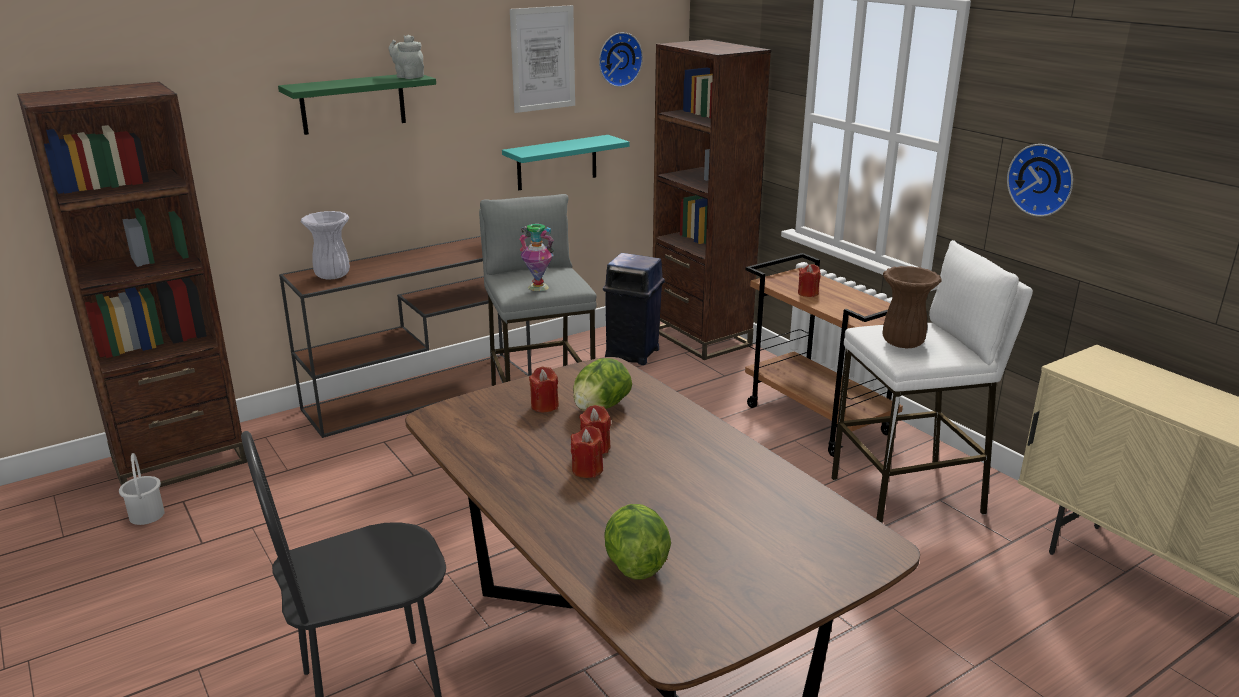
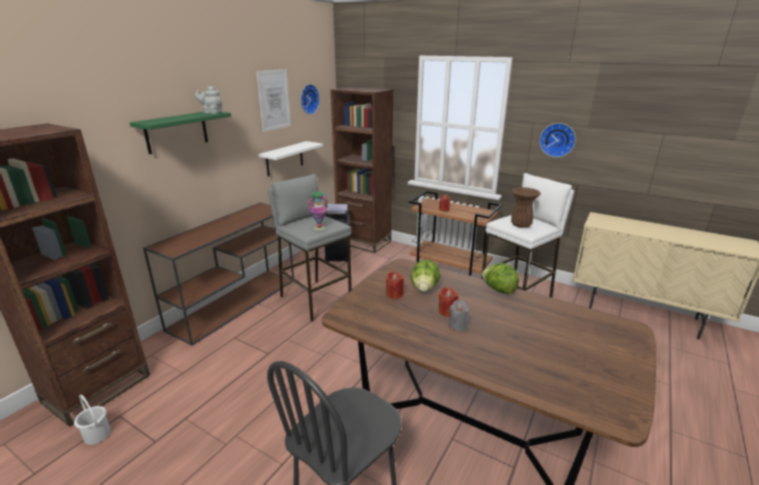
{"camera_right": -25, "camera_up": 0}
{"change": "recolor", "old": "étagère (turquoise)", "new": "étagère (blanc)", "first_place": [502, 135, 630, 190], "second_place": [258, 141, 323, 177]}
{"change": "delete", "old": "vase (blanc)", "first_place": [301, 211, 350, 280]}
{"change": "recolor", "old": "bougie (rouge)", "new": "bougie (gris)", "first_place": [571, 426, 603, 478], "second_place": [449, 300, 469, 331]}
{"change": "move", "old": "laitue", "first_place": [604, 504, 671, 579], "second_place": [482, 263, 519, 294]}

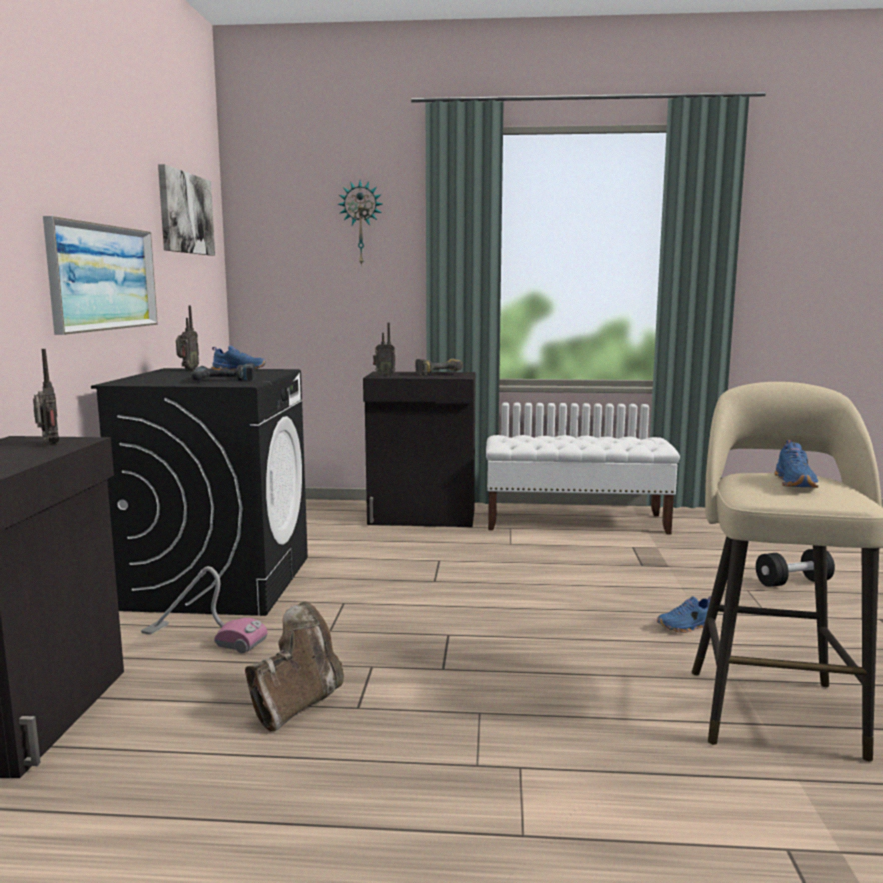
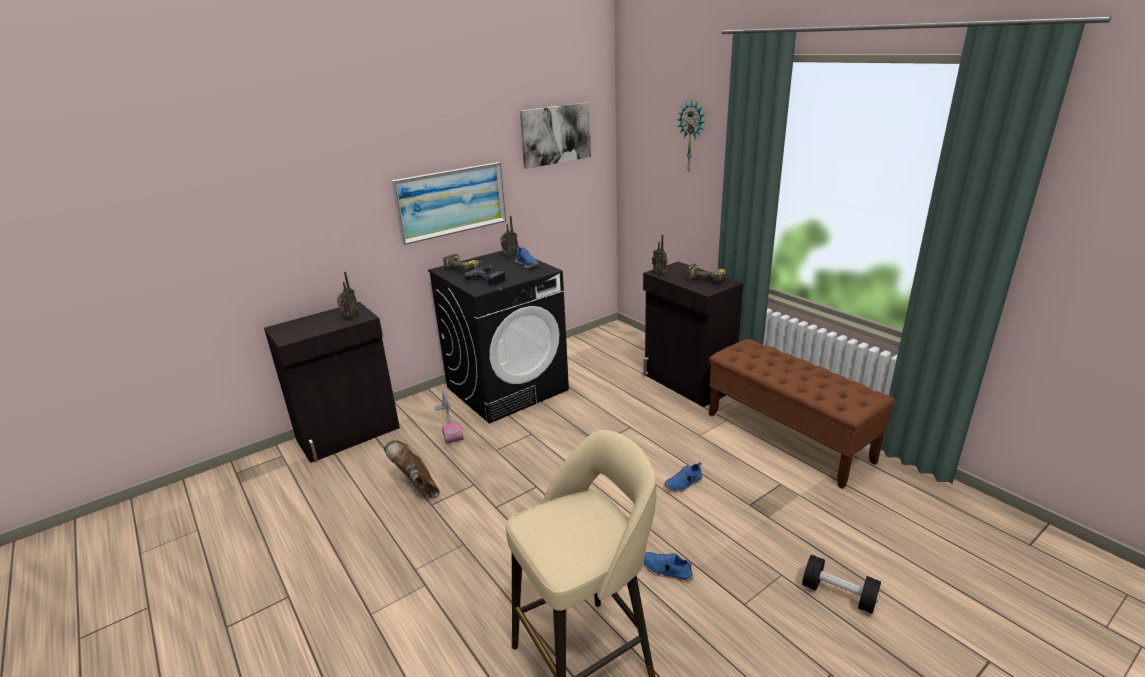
{"camera_right": 50, "camera_up": 15}
{"change": "recolor", "old": "banc (blanc)", "new": "banc (marron)", "first_place": [486, 435, 680, 534], "second_place": [709, 339, 895, 489]}
{"change": "move", "old": "chaussure (bleu)", "first_place": [774, 440, 819, 488], "second_place": [664, 462, 702, 492]}
{"change": "rotate", "old": "botte (marron)", "first_place": [245, 601, 344, 732], "second_place": [384, 440, 440, 498], "degrees": -120}
{"change": "insert", "new": "perceuse", "second_place": [443, 254, 484, 272]}

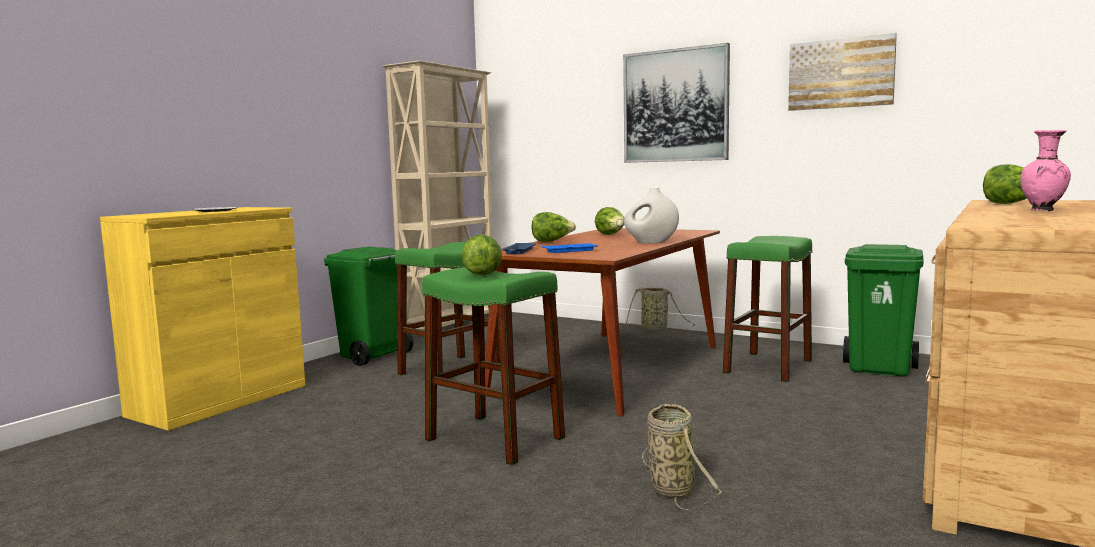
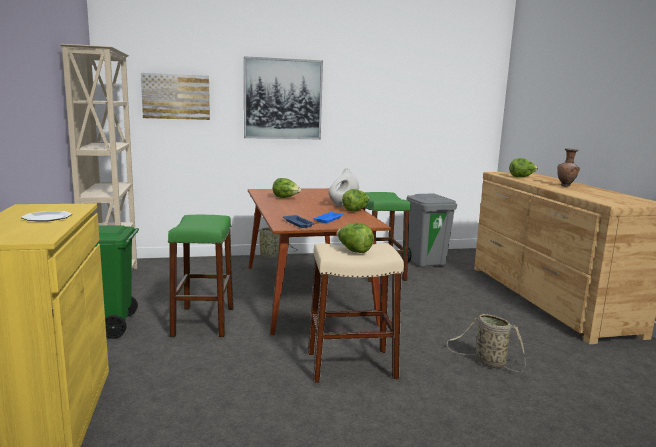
{"camera_right": -45, "camera_up": 5}
{"change": "move", "old": "tableau", "first_place": [788, 33, 897, 111], "second_place": [141, 73, 210, 120]}
{"change": "recolor", "old": "vase (rose)", "new": "vase (marron)", "first_place": [1021, 130, 1071, 211], "second_place": [557, 148, 580, 186]}
{"change": "move", "old": "laitue", "first_place": [531, 212, 576, 242], "second_place": [342, 189, 369, 212]}
{"change": "recolor", "old": "poubelle (vert)", "new": "poubelle (gris)", "first_place": [843, 244, 924, 376], "second_place": [402, 193, 457, 267]}
{"change": "recolor", "old": "tabouret (vert)", "new": "tabouret (beige)", "first_place": [422, 267, 565, 465], "second_place": [308, 243, 404, 383]}

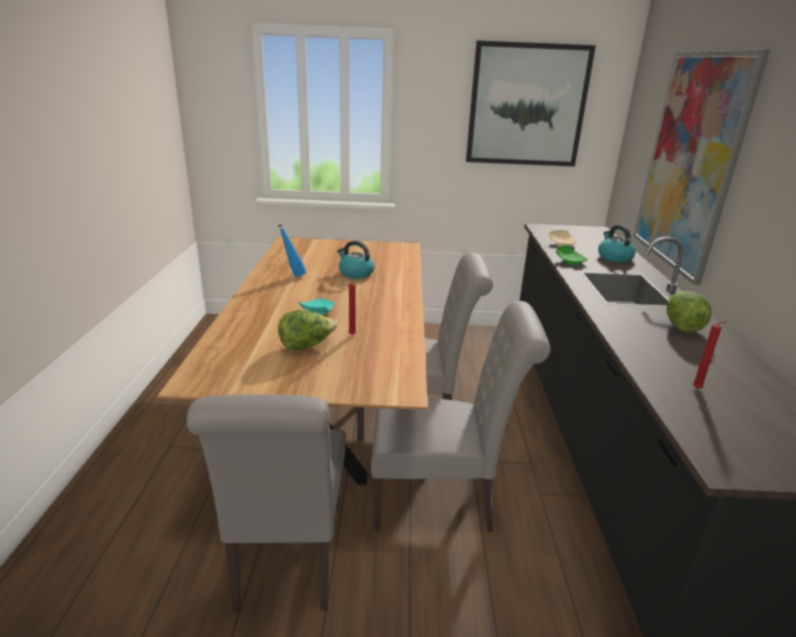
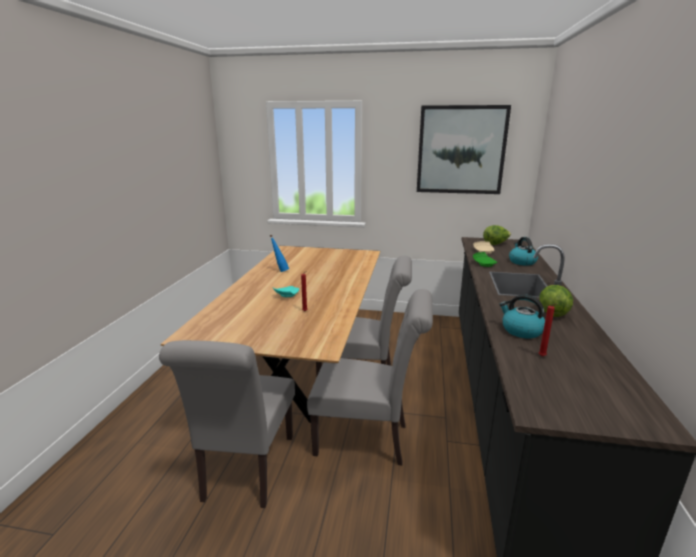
{"camera_right": 10, "camera_up": -5}
{"change": "delete", "old": "tableau", "first_place": [634, 49, 770, 285]}
{"change": "move", "old": "bouilloire", "first_place": [337, 241, 375, 279], "second_place": [499, 294, 545, 338]}
{"change": "move", "old": "laitue", "first_place": [278, 310, 337, 351], "second_place": [483, 225, 511, 245]}

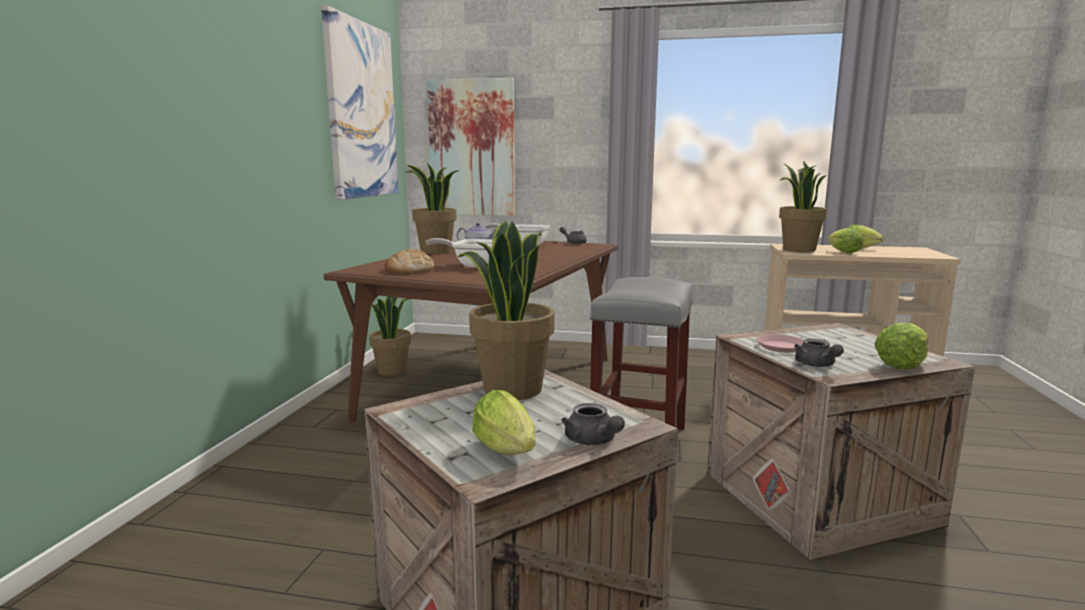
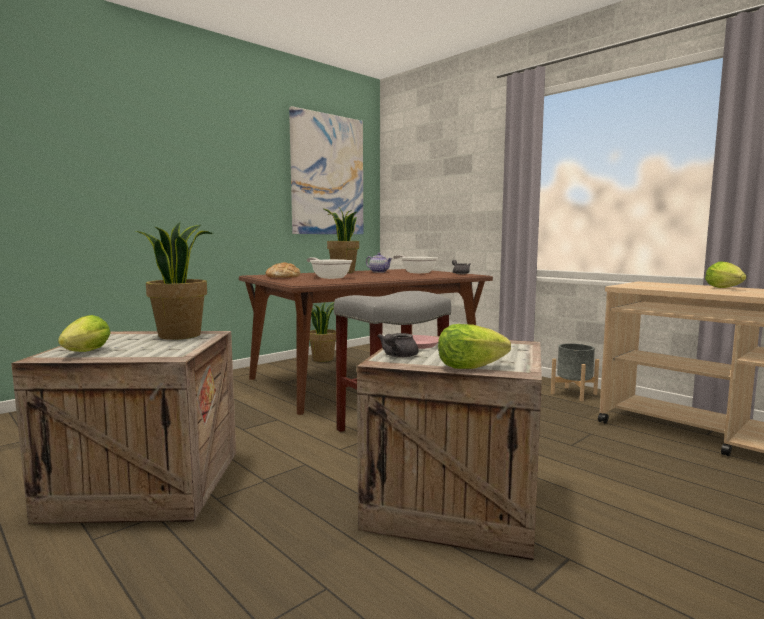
{"camera_right": 35, "camera_up": -5}
{"change": "delete", "old": "tableau", "first_place": [427, 78, 515, 216]}
{"change": "delete", "old": "plante en pot", "first_place": [779, 161, 827, 252]}
{"change": "delete", "old": "laitue", "first_place": [827, 228, 863, 254]}
{"change": "delete", "old": "théière (gris)", "first_place": [561, 403, 625, 445]}
{"change": "insert", "new": "cache-pot (gris)", "second_place": [551, 343, 599, 401]}

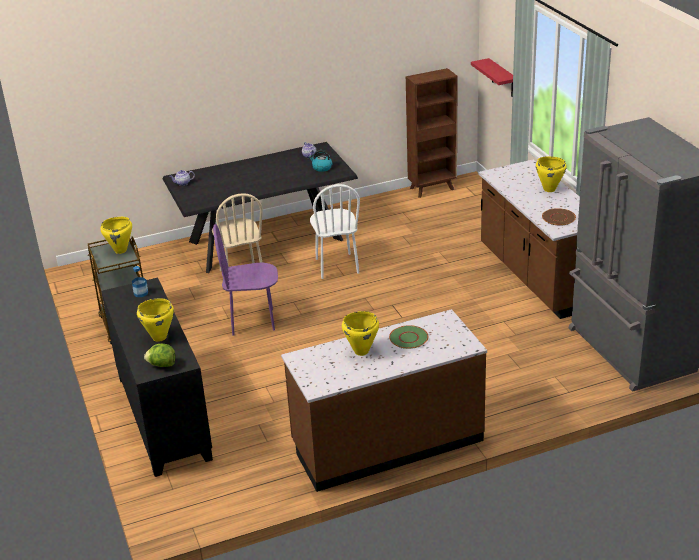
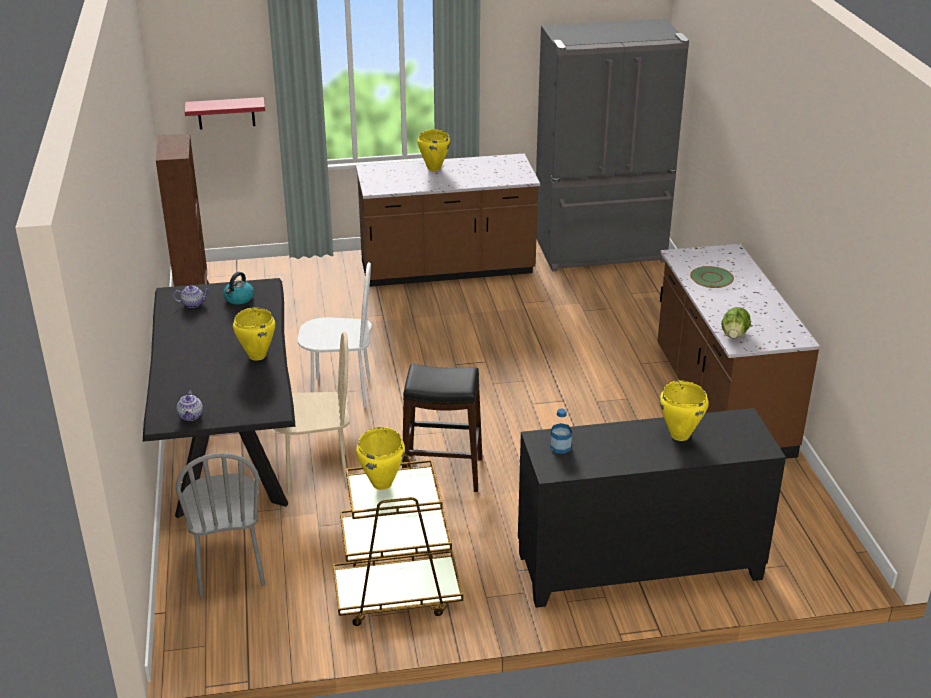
{"camera_right": -80, "camera_up": 0}
{"change": "delete", "old": "assiette (marron)", "first_place": [542, 208, 576, 226]}
{"change": "replace", "old": "chaise (violet)", "new": "tabouret (noir)", "first_place": [213, 224, 278, 336], "second_place": [402, 364, 483, 492]}
{"change": "move", "old": "marmite (jaune)", "first_place": [342, 311, 379, 356], "second_place": [233, 307, 275, 361]}
{"change": "move", "old": "laitue", "first_place": [144, 344, 176, 367], "second_place": [721, 307, 751, 339]}
{"change": "insert", "new": "chaise (gris)", "second_place": [176, 453, 265, 596]}

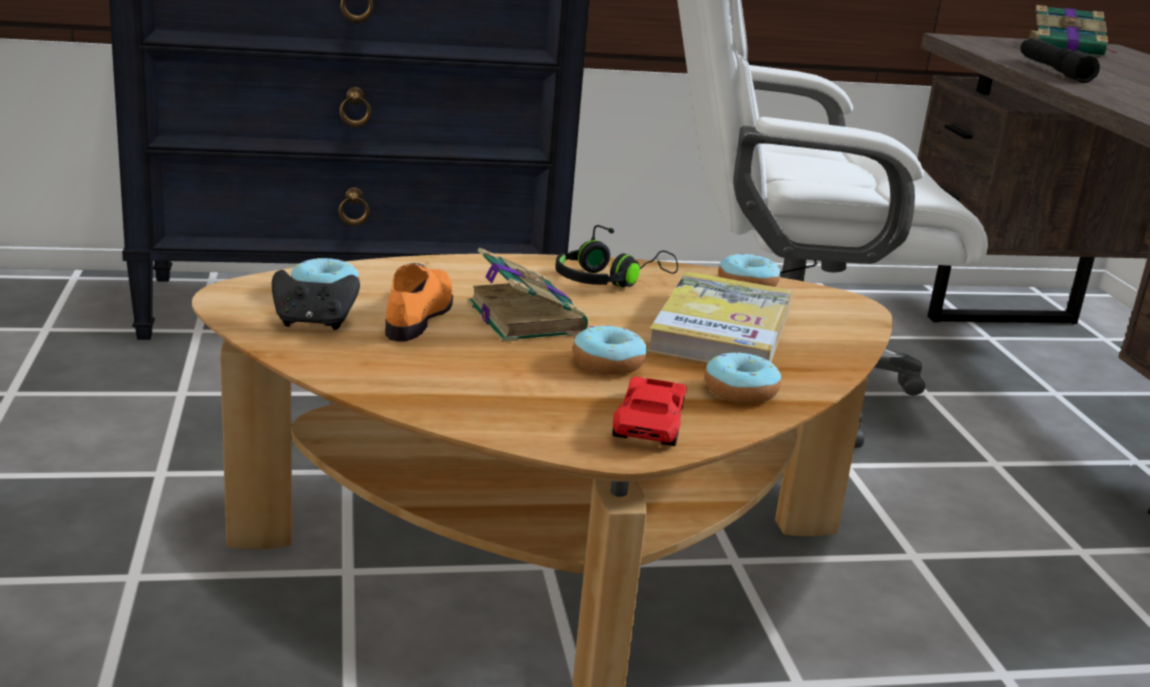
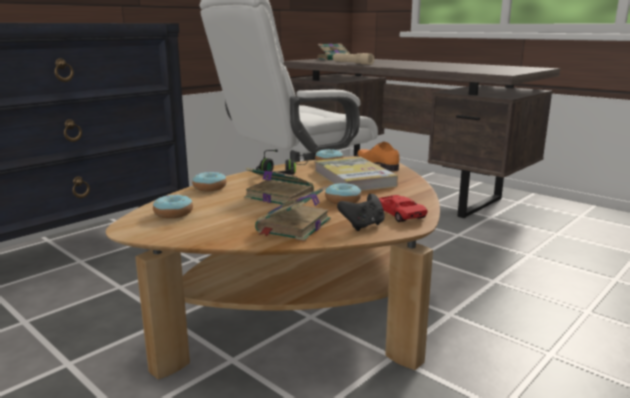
{"camera_right": -35, "camera_up": -5}
{"change": "recolor", "old": "lampe de poche (noir)", "new": "lampe de poche (beige)", "first_place": [1020, 38, 1100, 83], "second_place": [333, 53, 375, 65]}
{"change": "move", "old": "chaussure (orange)", "first_place": [385, 263, 453, 341], "second_place": [357, 141, 399, 171]}
{"change": "move", "old": "manette (noir)", "first_place": [272, 270, 360, 330], "second_place": [337, 194, 385, 231]}
{"change": "move", "old": "beignet", "first_place": [705, 352, 781, 404], "second_place": [192, 172, 226, 191]}
{"change": "insert", "new": "livre", "second_place": [255, 186, 331, 241]}

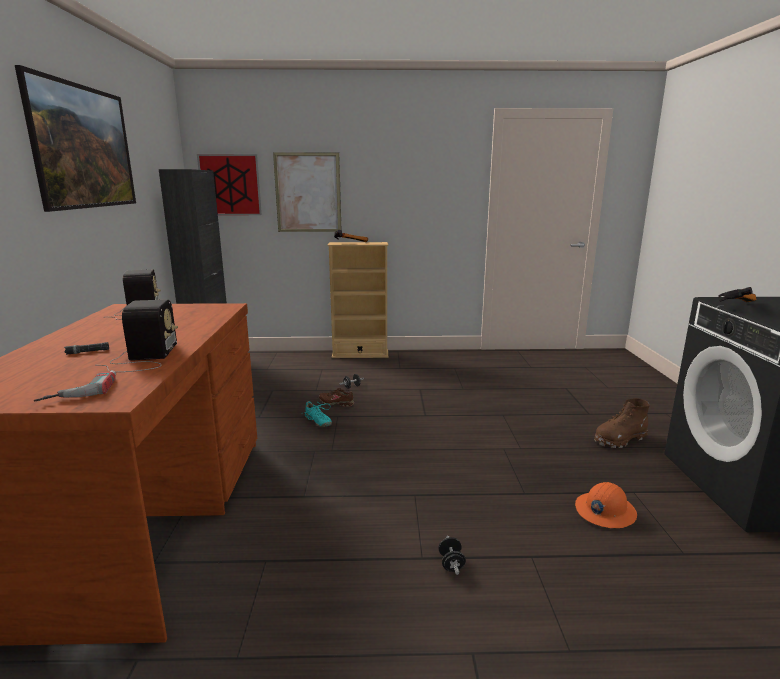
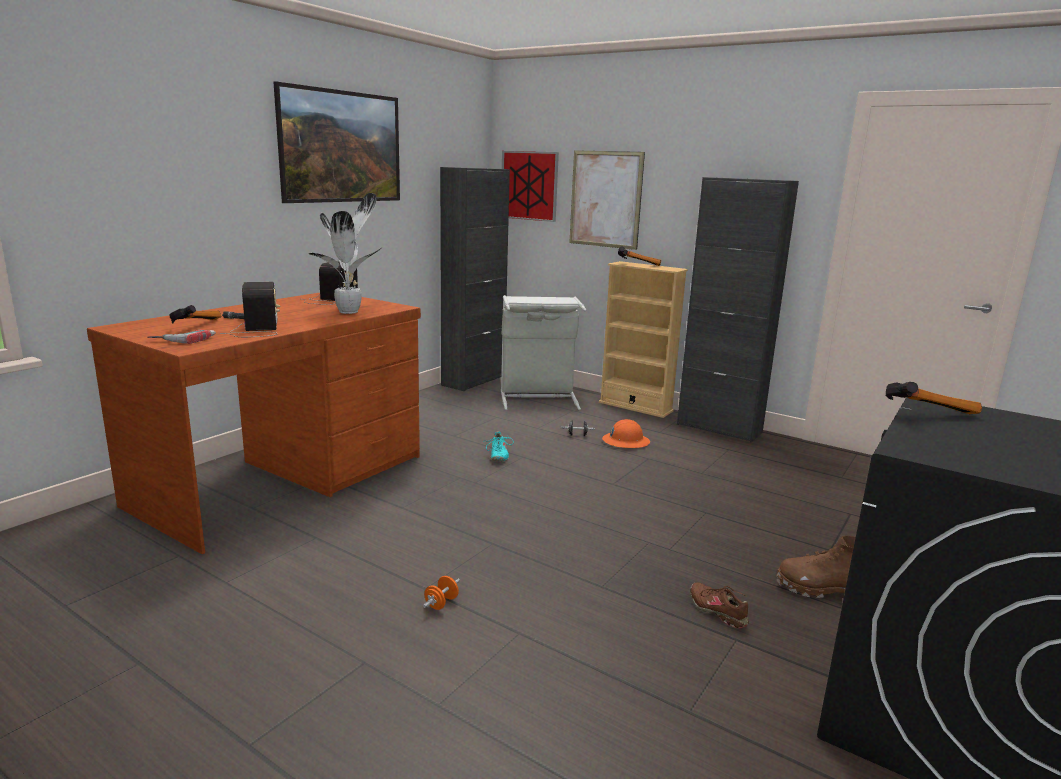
{"camera_right": 35, "camera_up": 0}
{"change": "rotate", "old": "radio", "first_place": [95, 299, 178, 372], "second_place": [220, 282, 280, 337], "degrees": -45}
{"change": "move", "old": "chaussure (marron)", "first_place": [319, 388, 354, 407], "second_place": [690, 582, 749, 628]}
{"change": "move", "old": "casque de chantier (orange)", "first_place": [575, 482, 637, 528], "second_place": [602, 419, 650, 448]}
{"change": "recolor", "old": "haltère (noir)", "new": "haltère (orange)", "first_place": [439, 536, 466, 575], "second_place": [423, 576, 460, 610]}
{"change": "insert", "new": "meuble de rangement (noir)", "second_place": [677, 177, 799, 443]}
{"change": "insert", "new": "plante en pot", "second_place": [309, 193, 382, 314]}
{"change": "insert", "new": "panier à linge (gris)", "second_place": [501, 295, 587, 410]}
{"change": "insert", "new": "marteau", "second_place": [169, 305, 221, 323]}

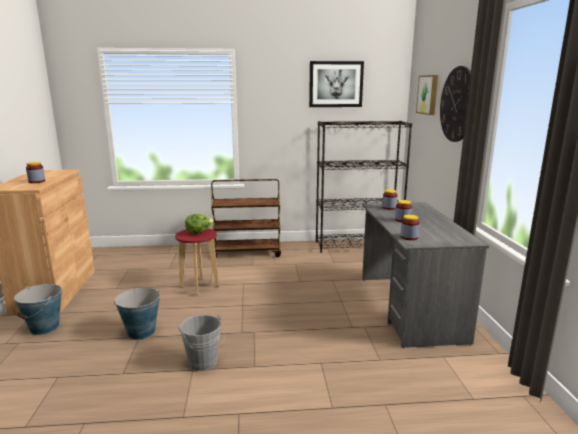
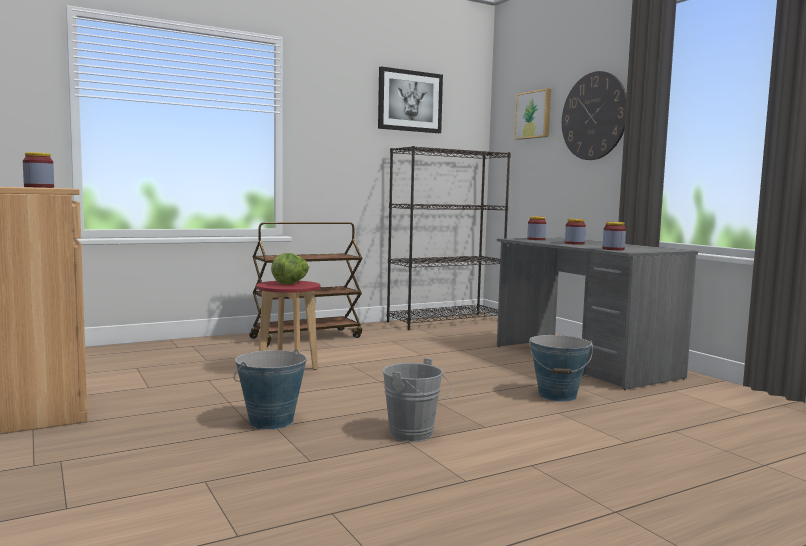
{"camera_right": -25, "camera_up": -10}
{"change": "move", "old": "seau", "first_place": [14, 284, 62, 335], "second_place": [529, 335, 593, 402]}

